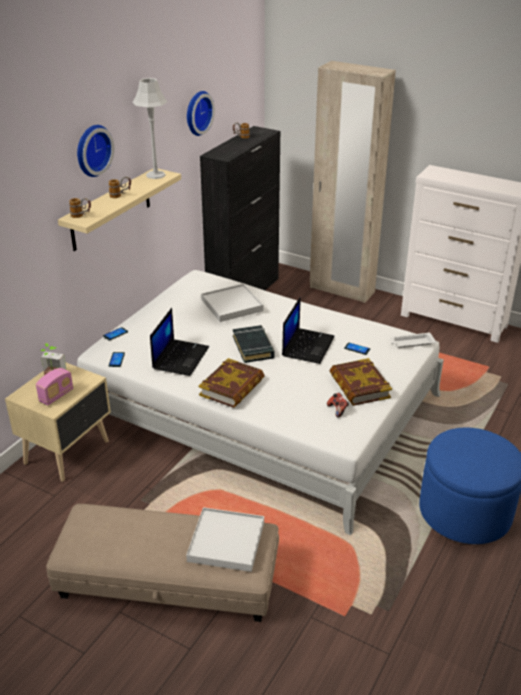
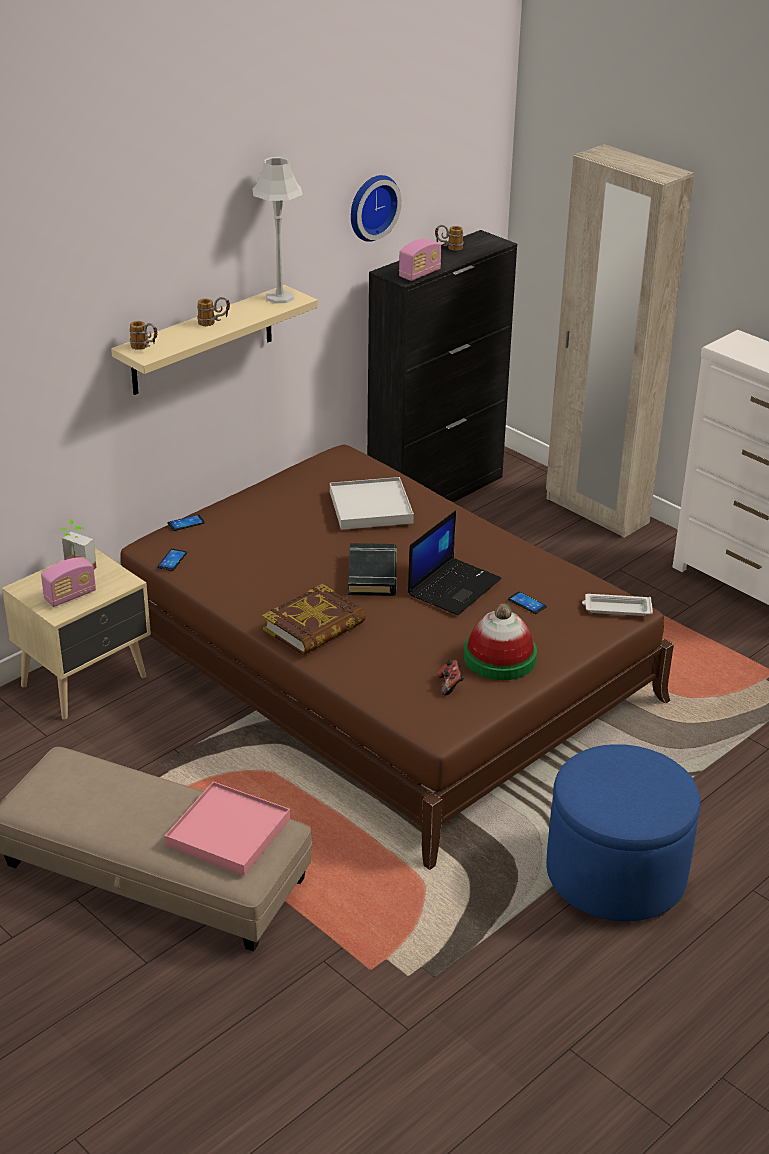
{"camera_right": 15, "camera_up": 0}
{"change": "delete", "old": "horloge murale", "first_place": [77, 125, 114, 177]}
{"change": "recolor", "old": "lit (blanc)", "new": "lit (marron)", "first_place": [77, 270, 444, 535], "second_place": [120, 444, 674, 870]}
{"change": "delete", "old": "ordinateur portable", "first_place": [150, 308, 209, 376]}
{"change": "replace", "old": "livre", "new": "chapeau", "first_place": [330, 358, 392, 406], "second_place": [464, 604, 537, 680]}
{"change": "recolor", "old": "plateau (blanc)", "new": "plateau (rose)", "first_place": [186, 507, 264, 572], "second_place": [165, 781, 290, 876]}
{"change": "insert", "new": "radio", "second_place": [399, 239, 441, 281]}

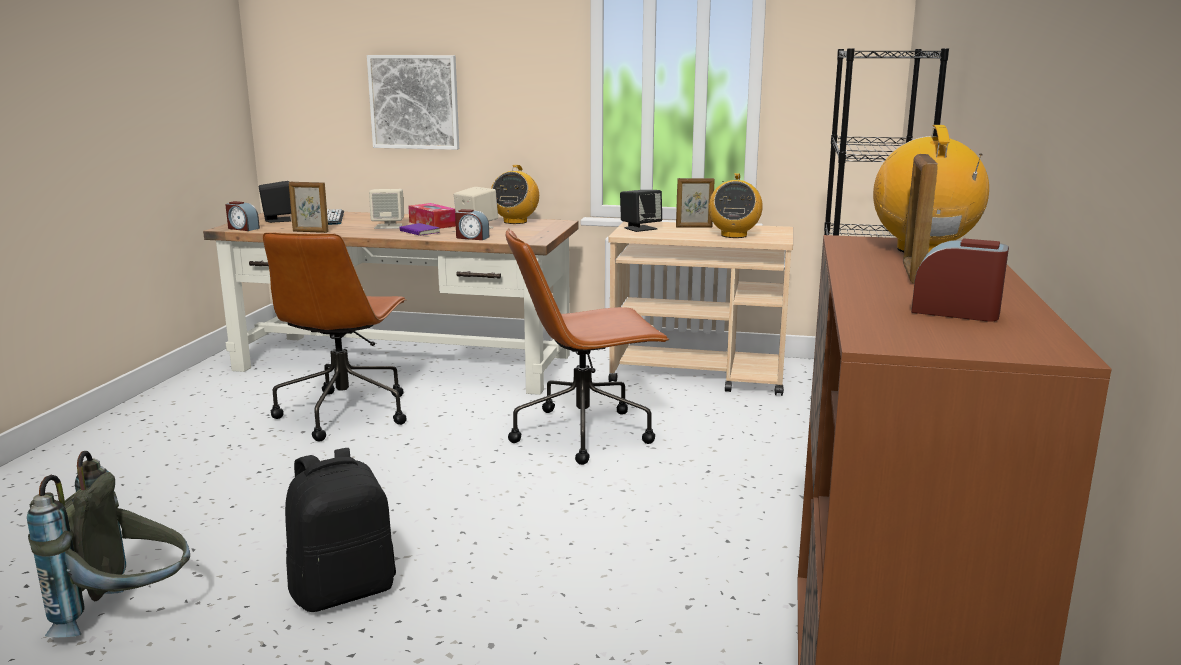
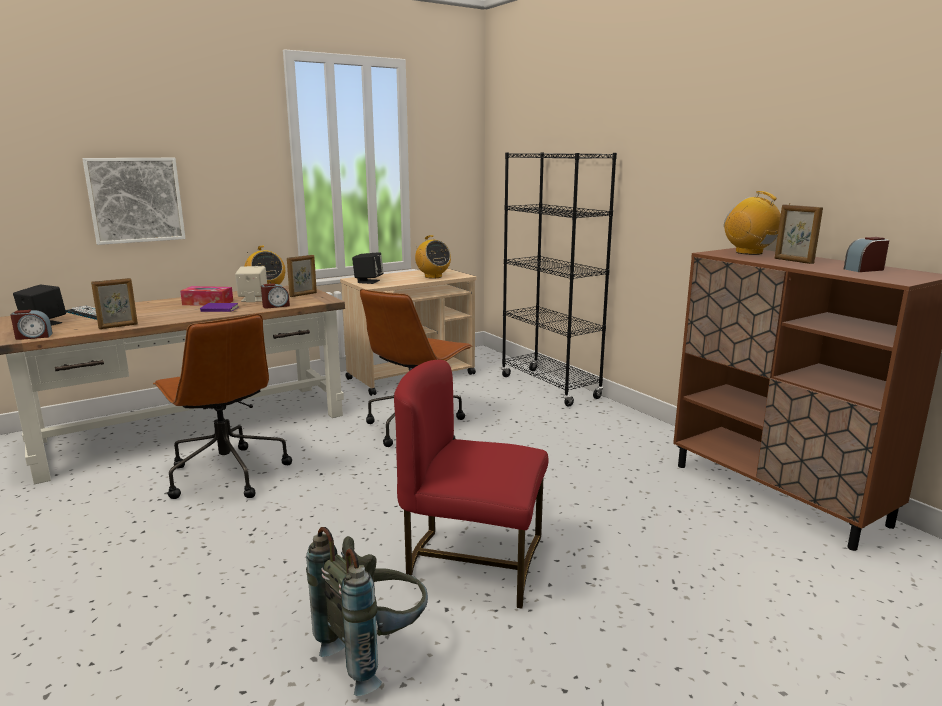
{"camera_right": -45, "camera_up": 0}
{"change": "move", "old": "cadre photo", "first_place": [676, 178, 715, 228], "second_place": [287, 255, 317, 297]}
{"change": "delete", "old": "enceinte (beige)", "first_place": [369, 189, 404, 229]}
{"change": "replace", "old": "sac à dos (noir)", "new": "chaise (rouge)", "first_place": [285, 448, 396, 612], "second_place": [394, 360, 548, 609]}

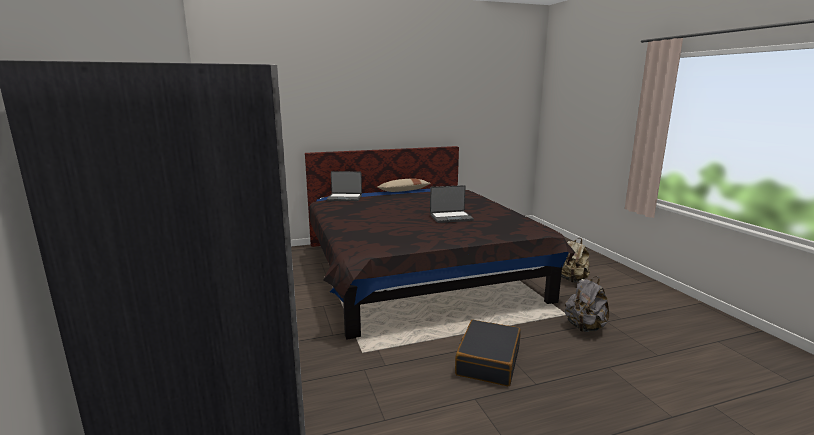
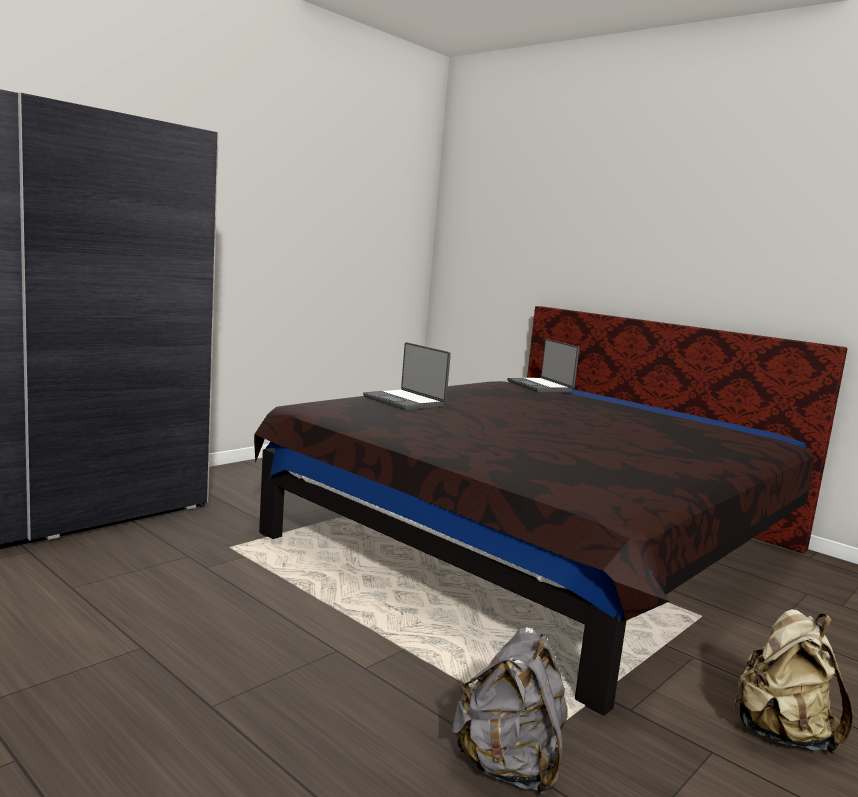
{"camera_right": 60, "camera_up": -5}
{"change": "delete", "old": "coussin (beige)", "first_place": [377, 179, 431, 192]}
{"change": "move", "old": "ordinateur portable", "first_place": [430, 185, 474, 223], "second_place": [363, 342, 451, 411]}
{"change": "delete", "old": "valise (noir)", "first_place": [455, 320, 521, 386]}

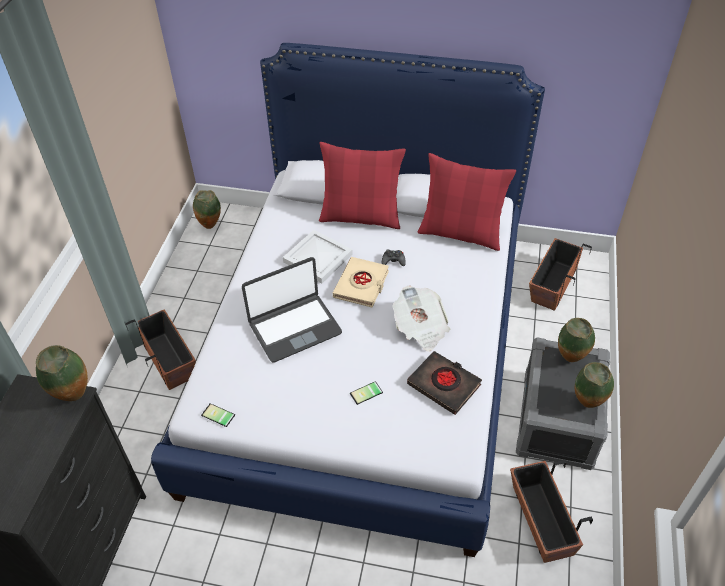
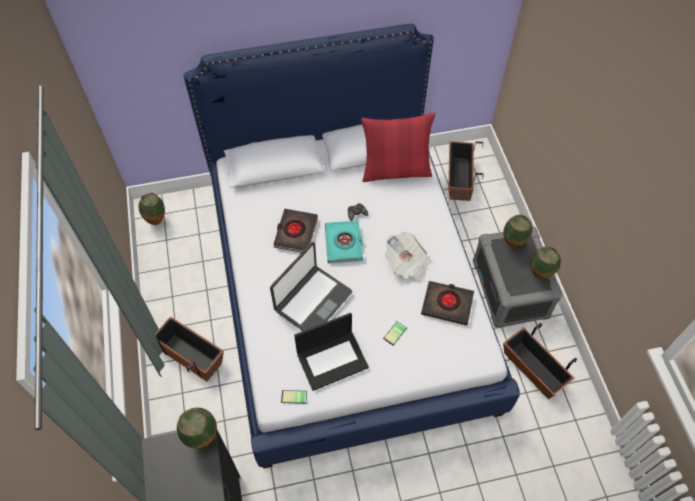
{"camera_right": -25, "camera_up": 10}
{"change": "delete", "old": "coussin (rouge)", "first_place": [319, 142, 406, 229]}
{"change": "replace", "old": "plateau (blanc)", "new": "livre (noir)", "first_place": [283, 230, 353, 283], "second_place": [273, 209, 318, 253]}
{"change": "recolor", "old": "livre (beige)", "new": "livre (turquoise)", "first_place": [333, 257, 389, 308], "second_place": [325, 221, 363, 263]}
{"change": "insert", "new": "ordinateur portable", "second_place": [294, 313, 369, 391]}

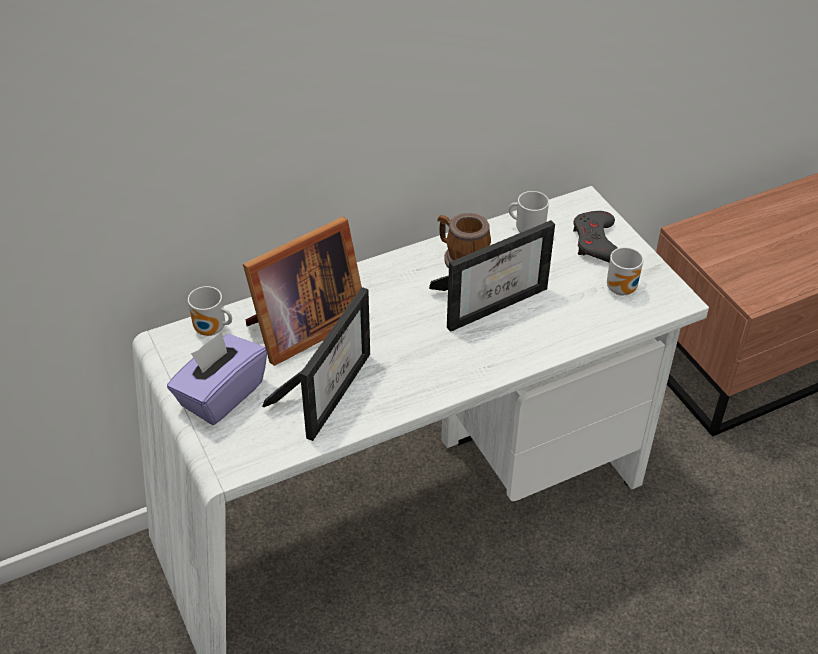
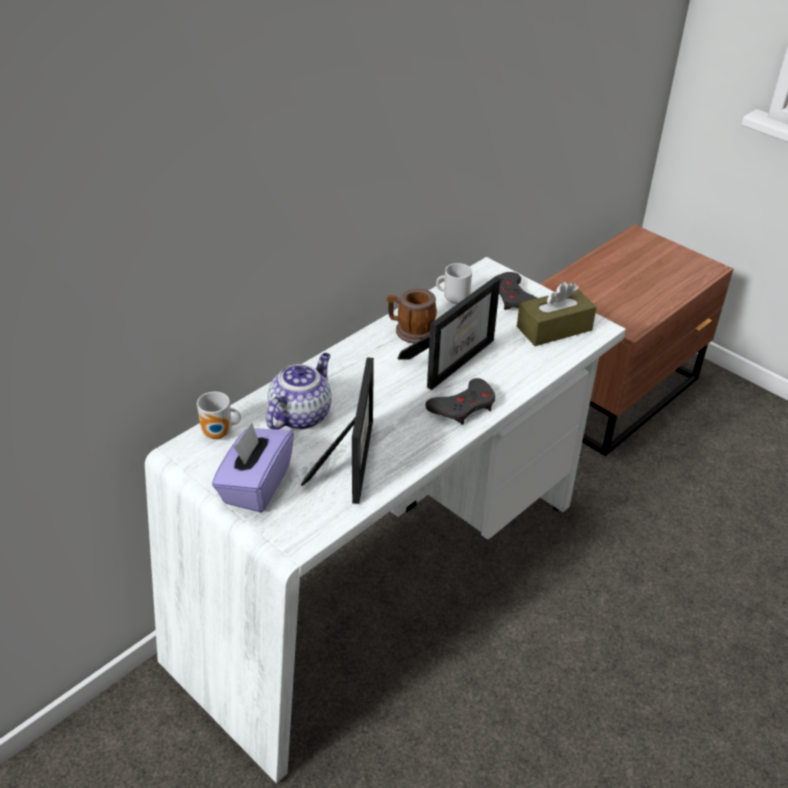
{"camera_right": -20, "camera_up": -5}
{"change": "replace", "old": "cadre photo", "new": "théière", "first_place": [243, 217, 362, 366], "second_place": [266, 353, 332, 430]}
{"change": "replace", "old": "mug", "new": "boîte à mouchoirs (marron)", "first_place": [607, 247, 643, 296], "second_place": [517, 282, 597, 346]}
{"change": "insert", "new": "manette (gris)", "second_place": [426, 378, 495, 425]}

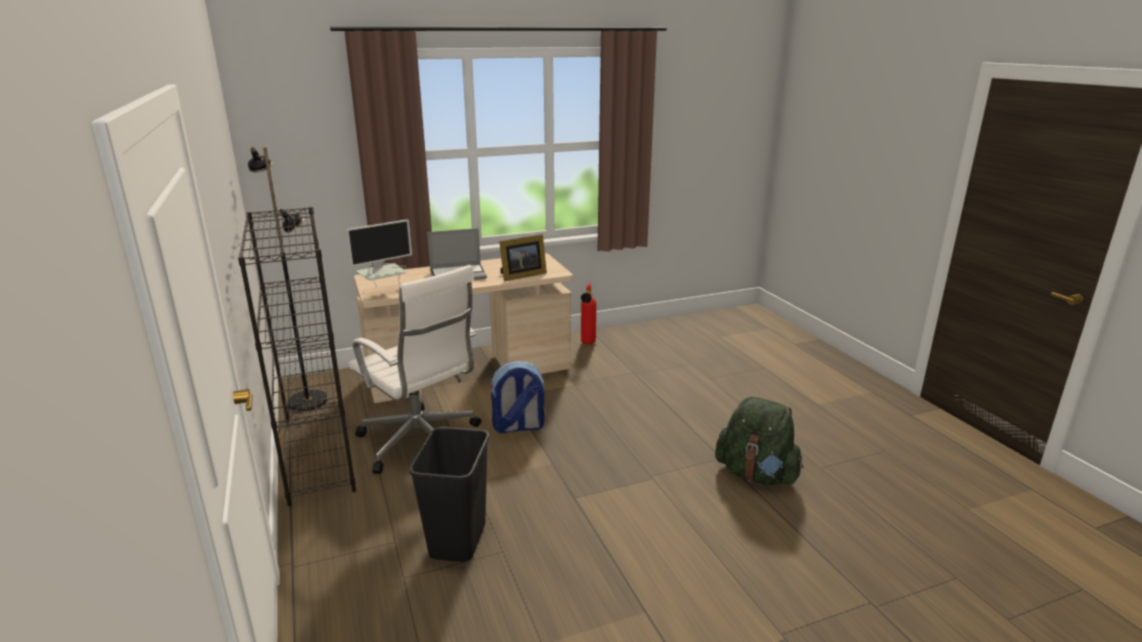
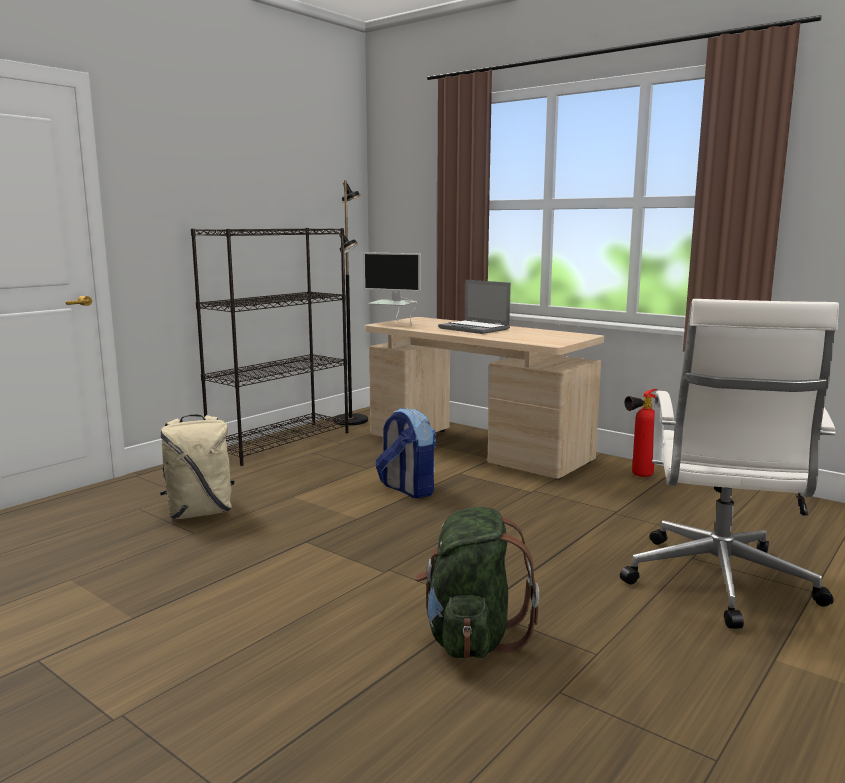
{"camera_right": 60, "camera_up": -10}
{"change": "delete", "old": "cadre photo", "first_place": [499, 234, 547, 281]}
{"change": "move", "old": "chaise de bureau (blanc)", "first_place": [349, 265, 481, 474], "second_place": [620, 299, 839, 629]}
{"change": "replace", "old": "poubelle (noir)", "new": "sac à dos (beige)", "first_place": [409, 427, 489, 562], "second_place": [160, 414, 235, 519]}

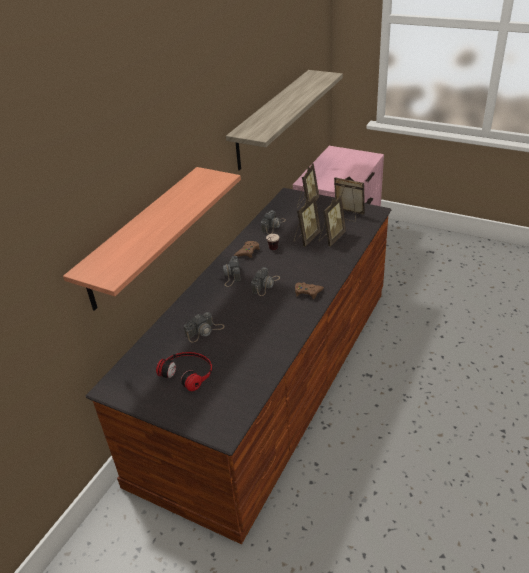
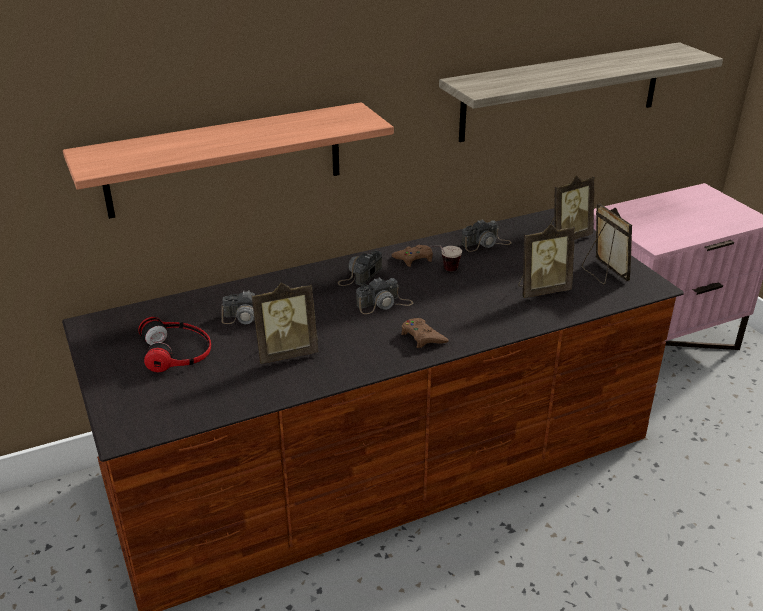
{"camera_right": 35, "camera_up": -5}
{"change": "move", "old": "cadre photo", "first_place": [293, 196, 321, 247], "second_place": [251, 282, 318, 364]}

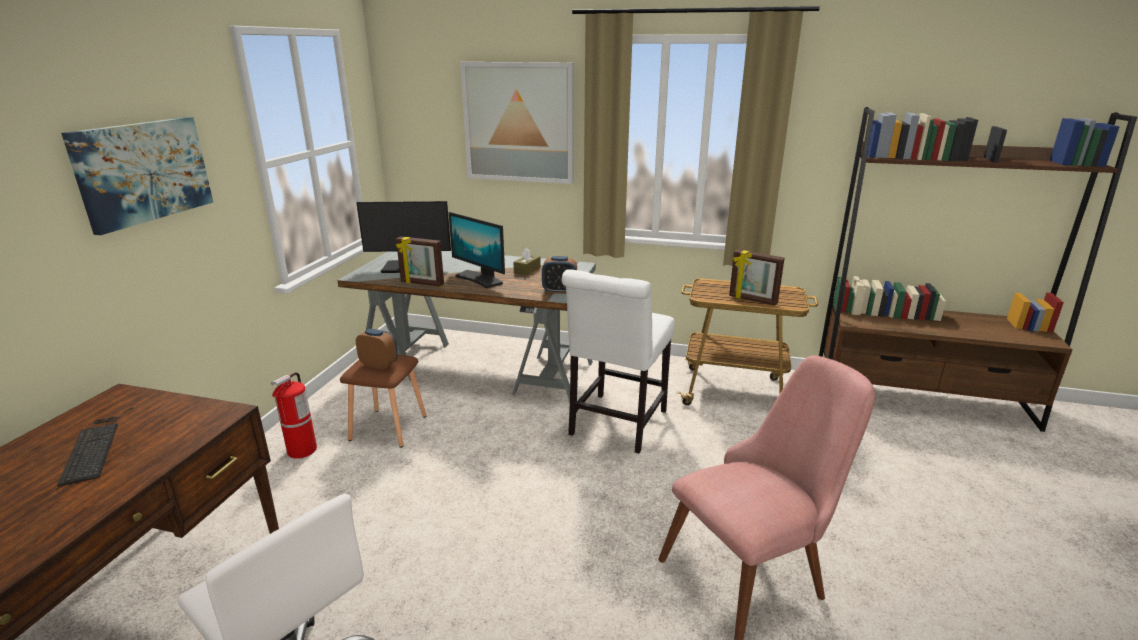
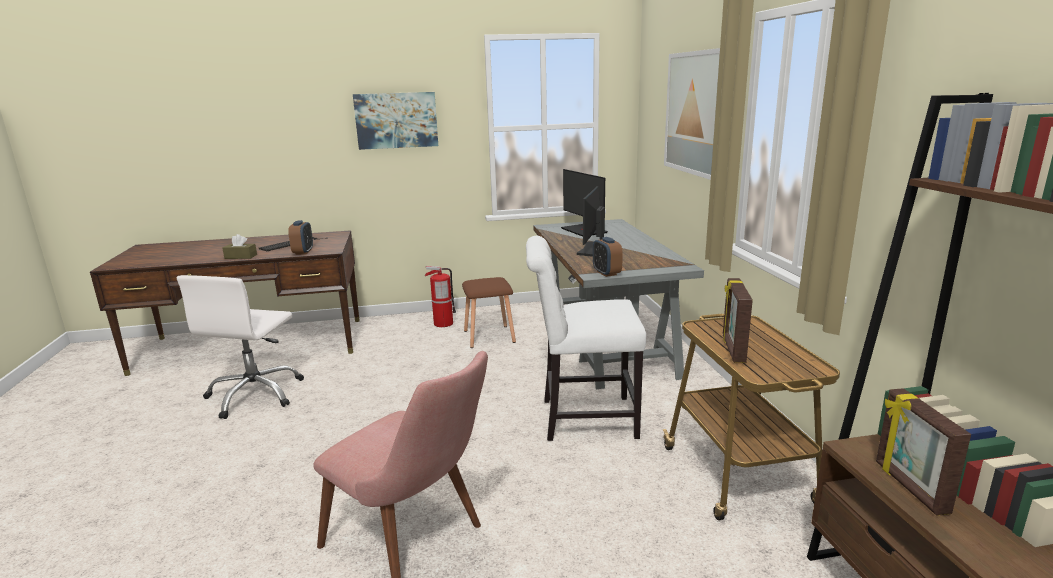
{"camera_right": 65, "camera_up": -5}
{"change": "move", "old": "cadre photo", "first_place": [396, 236, 444, 287], "second_place": [876, 388, 971, 516]}
{"change": "move", "old": "boîte à mouchoirs (marron)", "first_place": [513, 248, 541, 276], "second_place": [222, 234, 257, 259]}
{"change": "move", "old": "réveil", "first_place": [356, 329, 398, 370], "second_place": [288, 220, 313, 255]}

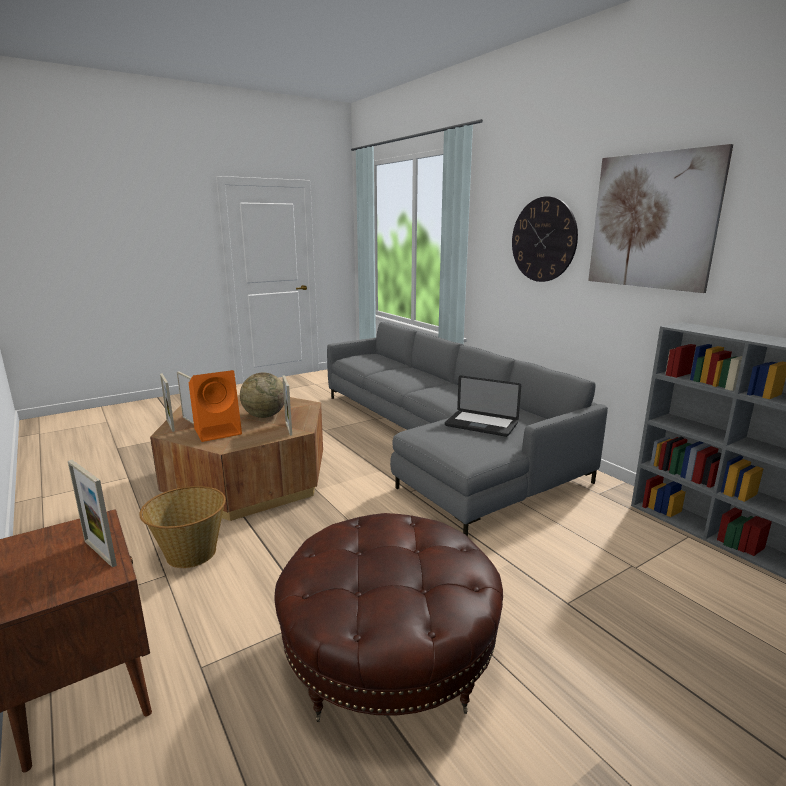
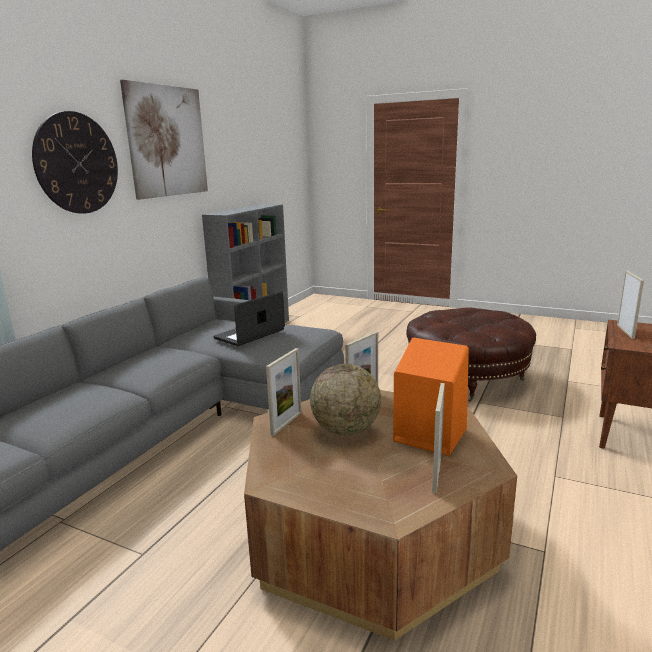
{"camera_right": -120, "camera_up": 0}
{"change": "move", "old": "cadre photo", "first_place": [160, 374, 175, 432], "second_place": [266, 348, 301, 436]}
{"change": "rotate", "old": "ordinateur portable", "first_place": [445, 376, 521, 437], "second_place": [214, 291, 285, 346], "degrees": -135}
{"change": "delete", "old": "panier", "first_place": [139, 486, 226, 568]}

